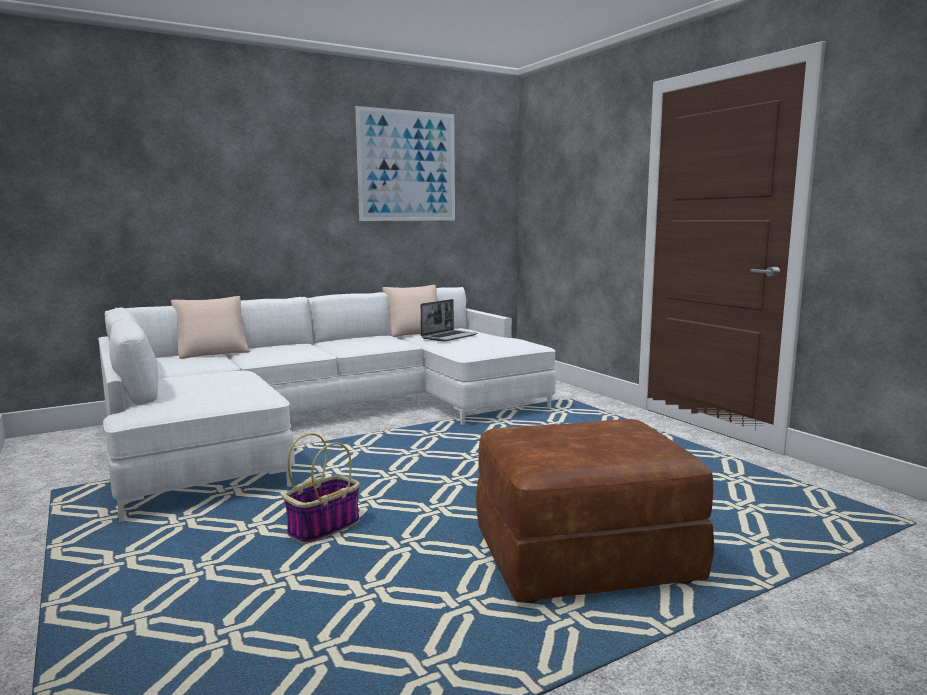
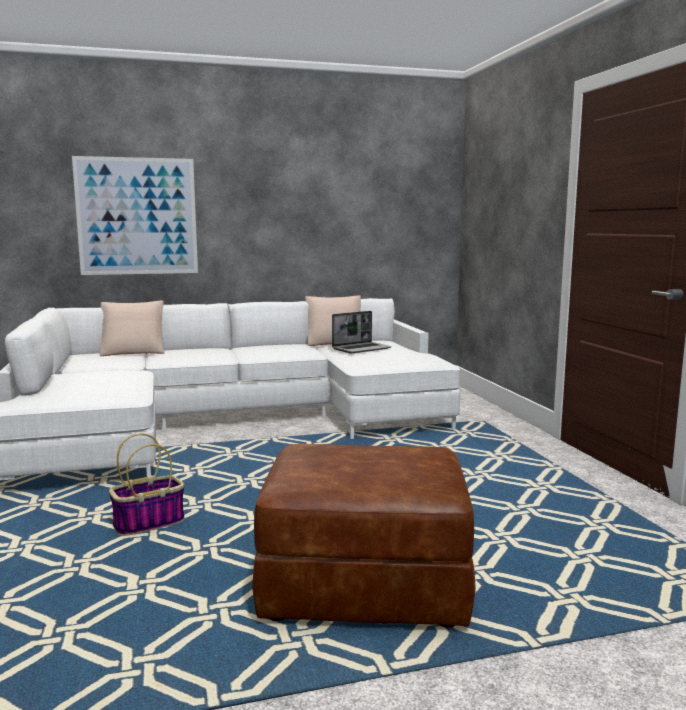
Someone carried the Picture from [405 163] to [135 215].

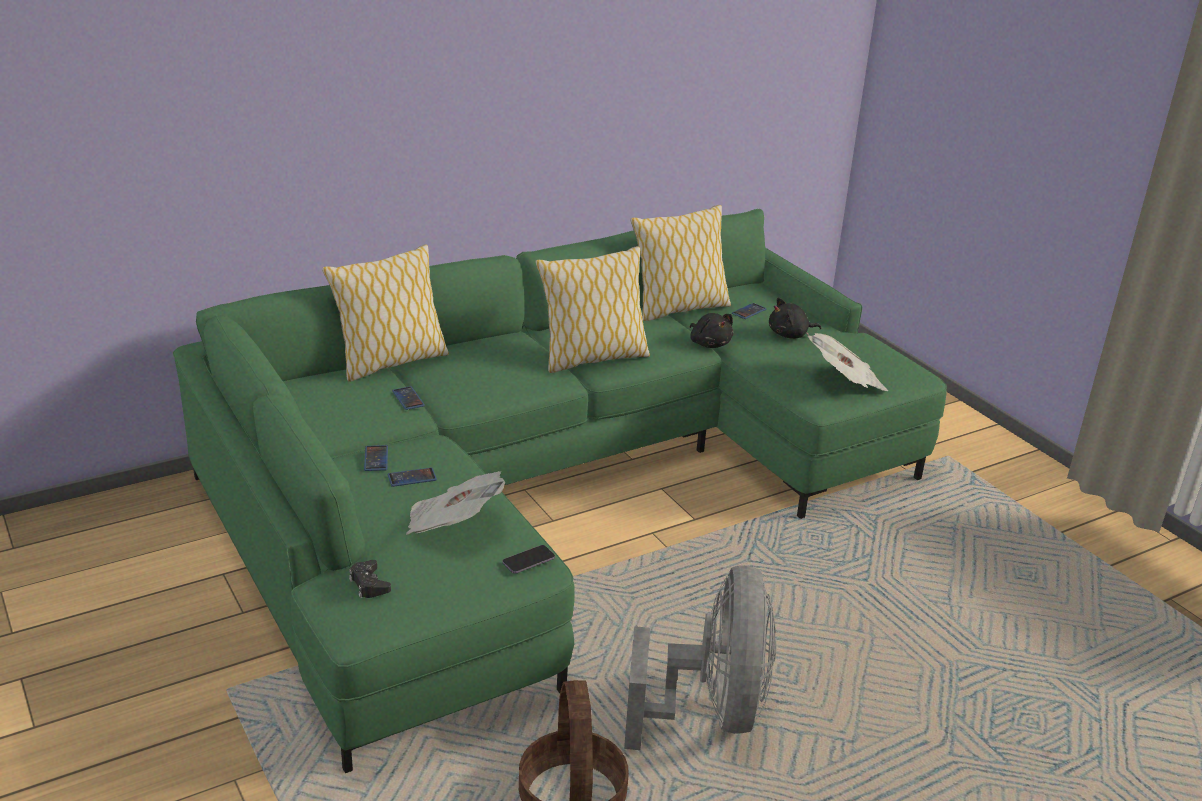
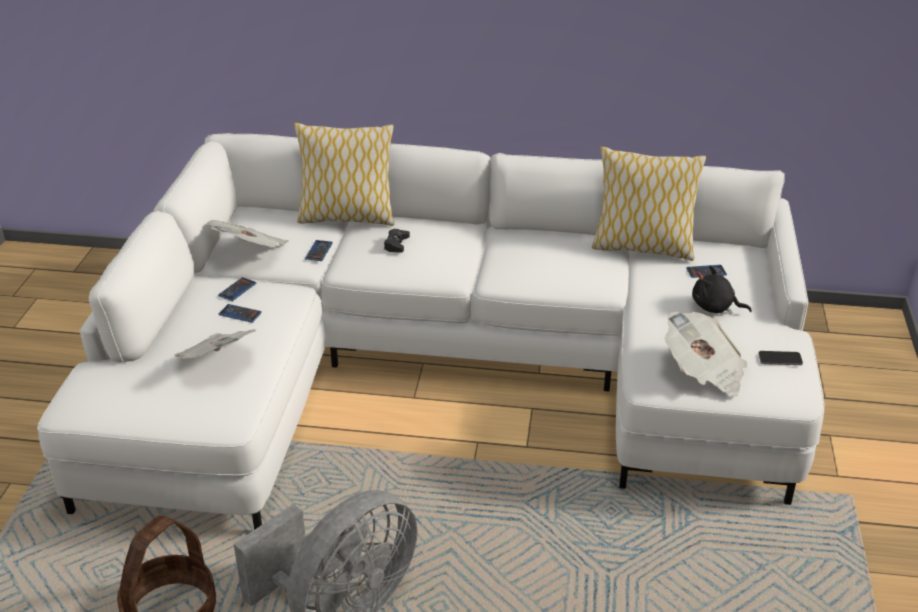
Someone repainted the GreenSofa at [560 491], which became the WhiteSofa at [431 331]. Someone put down the Newspaper at [248 234]. Someone carried the BlackGameController from [370 579] to [397 241]. Someone carried the Phone from [529 559] to [780 358]. Someone took away the Pillow at [593 309]. Someone took away the BlackPlushToy at [711 330].

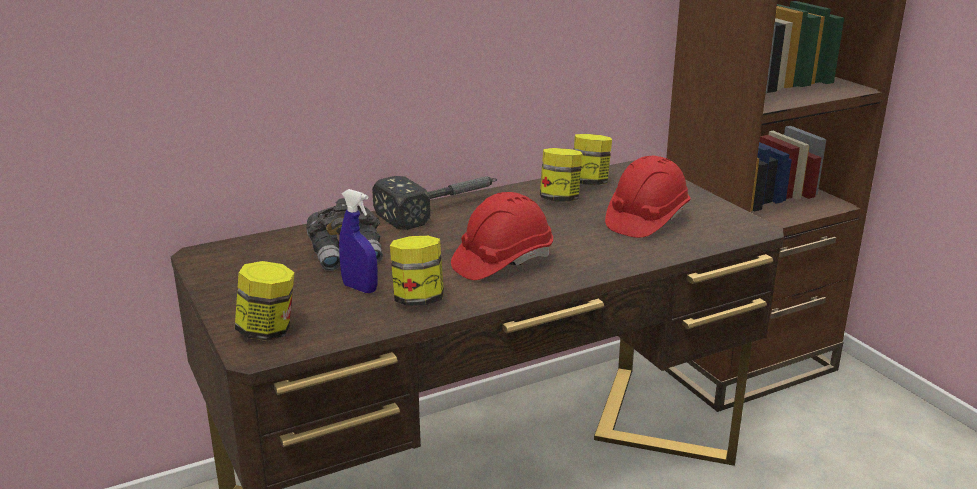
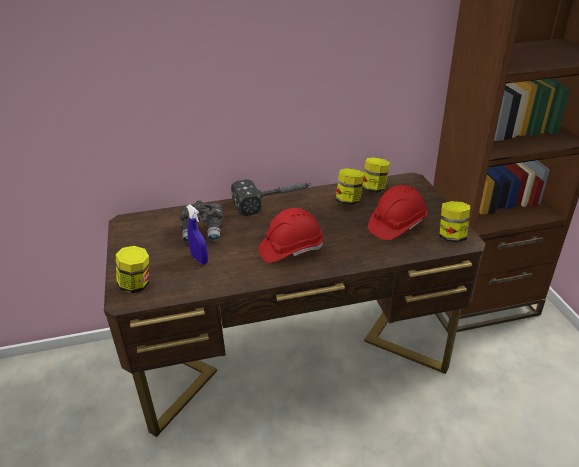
Someone carried the Jar from [417 271] to [454 221].

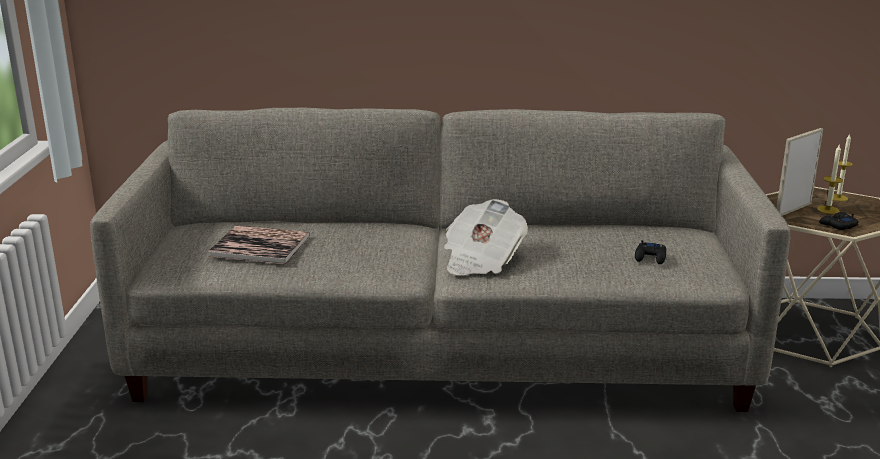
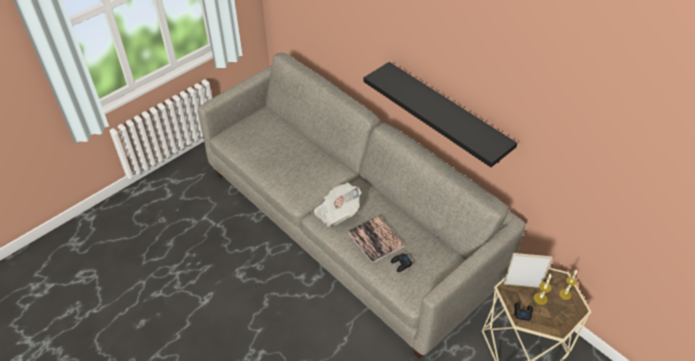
Someone carried the Book from [259 244] to [376 240]. Someone put up the BlackShelf at [440 114].

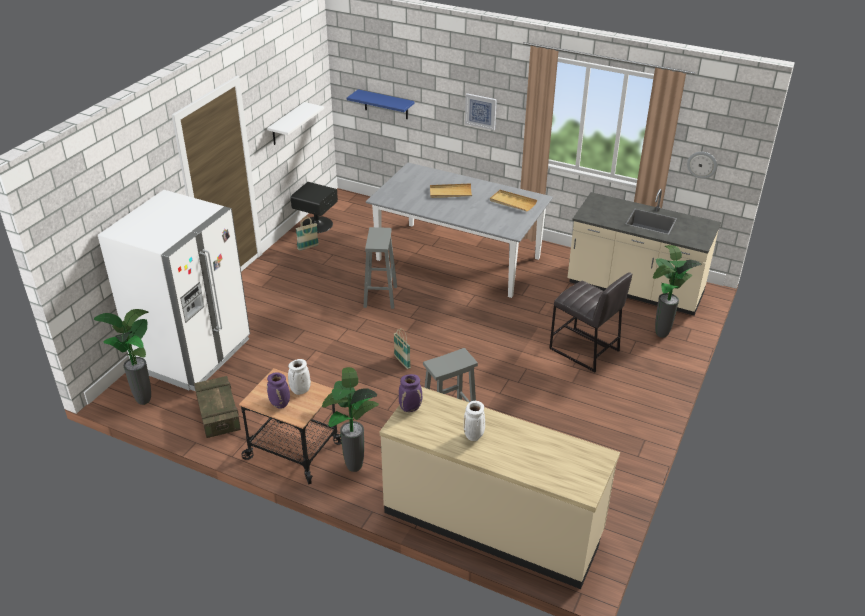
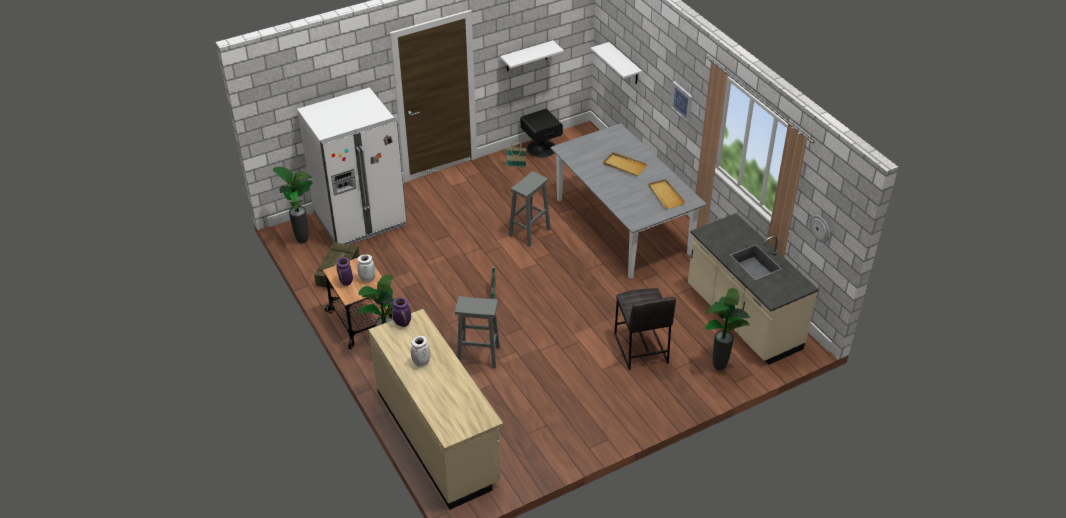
Someone repainted the BlueShelf at [381 104], which became the WhiteShelf at [616 63].

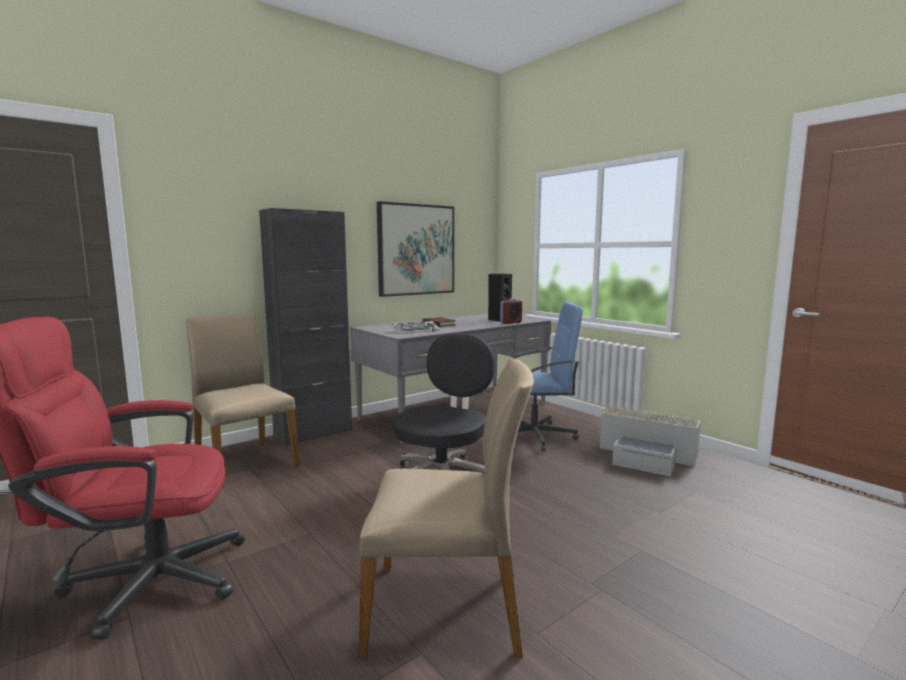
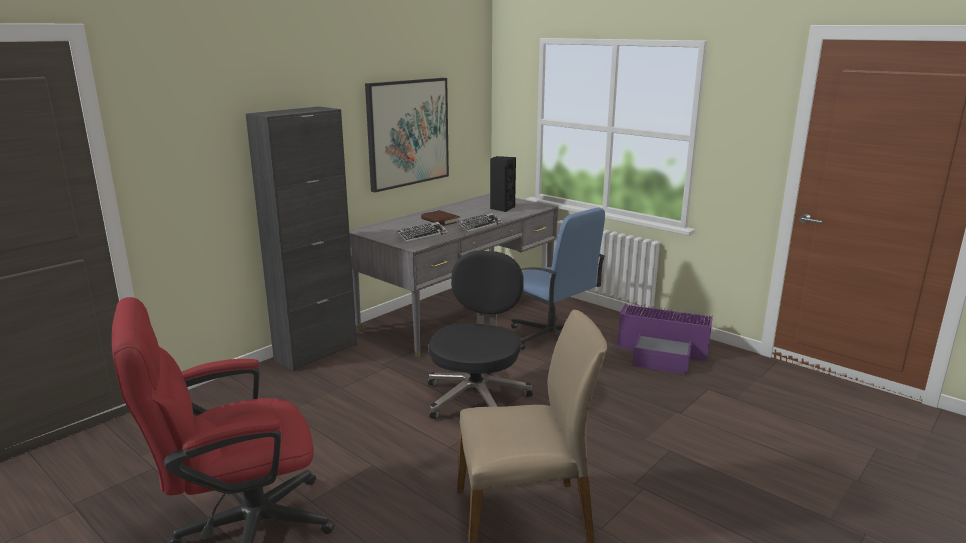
Someone put down the Keyboard at [479 222]. Someone rotated the BlueOfficeChair at [540 377] by 60 degrees clockwise. Someone repainted the GreyStorageBox at [650 441], which became the PurpleStorageBox at [665 339]. Someone took away the BeigeChair at [243 400]. Someone took away the AlarmClock at [511 311].

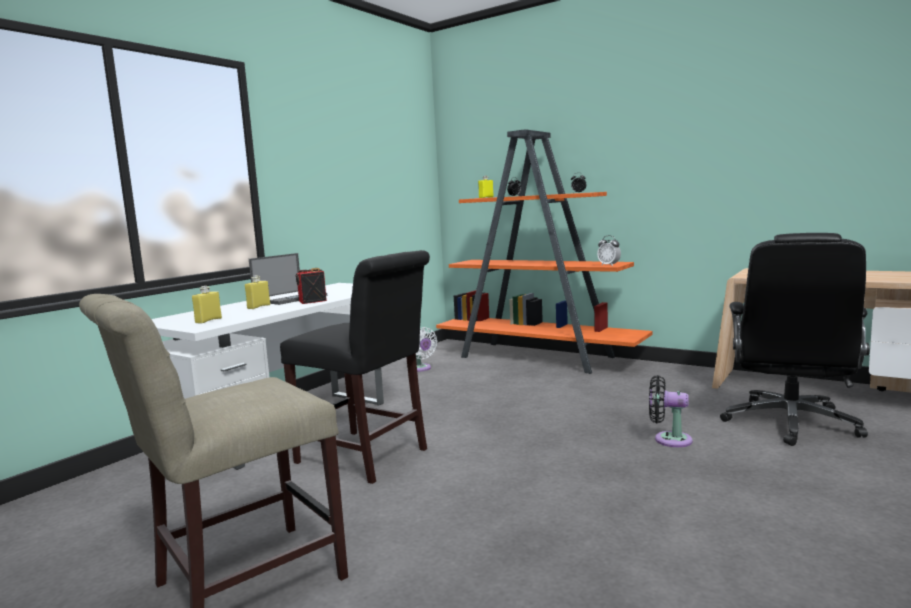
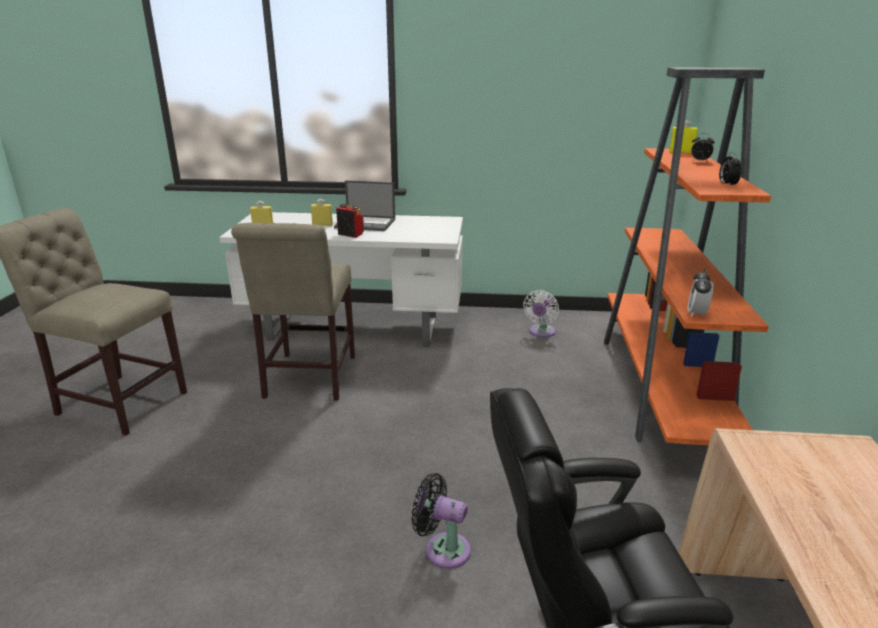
Someone repainted the BlackChair at [355 367], which became the BeigeChair at [293 312]. Someone rotated the BlackFan at [671 411] by 60 degrees counterclockwise.

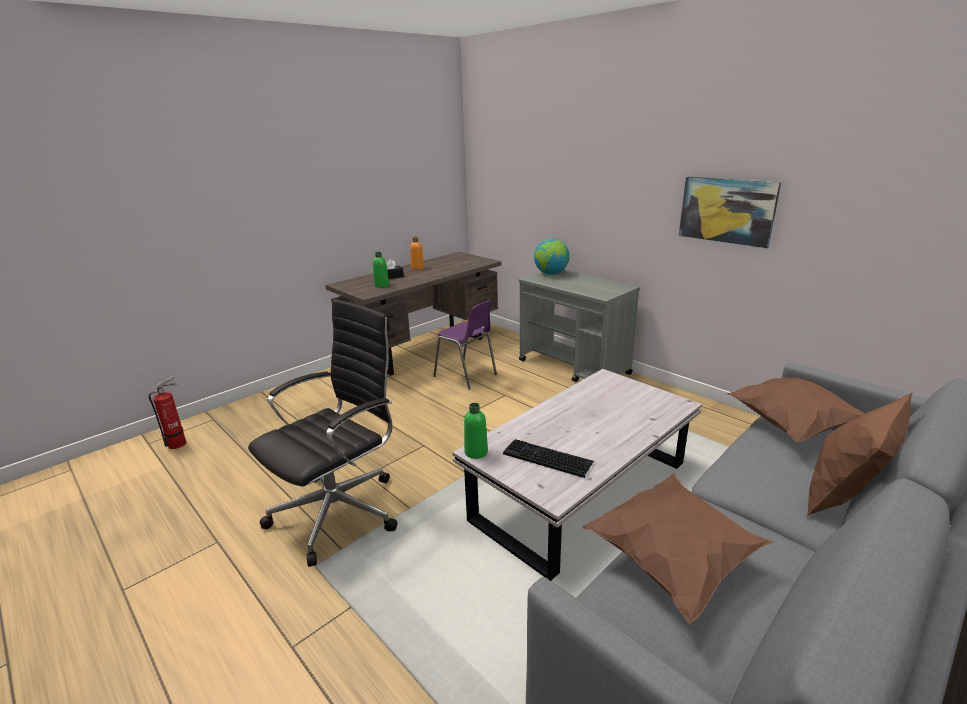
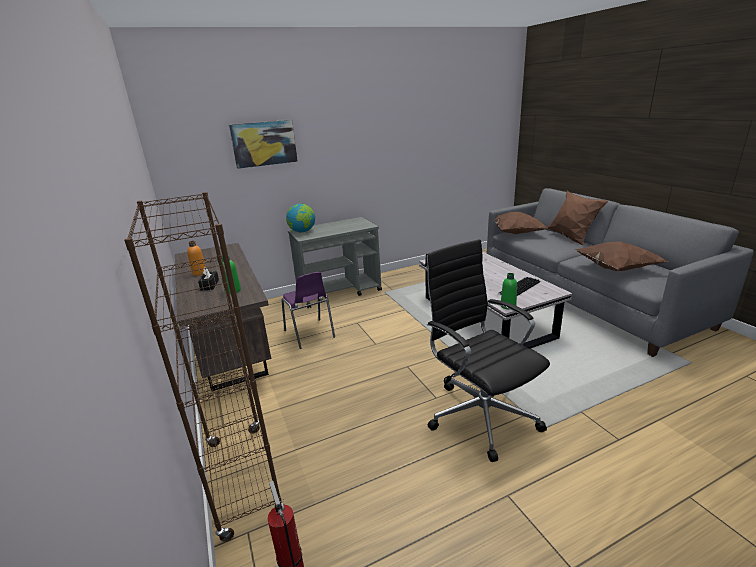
Someone put down the BrownBookcase at [204 367]. Someone carried the Picture from [730 212] to [263 144]. Someone rotated the PurpleChair at [465 344] by 90 degrees clockwise.

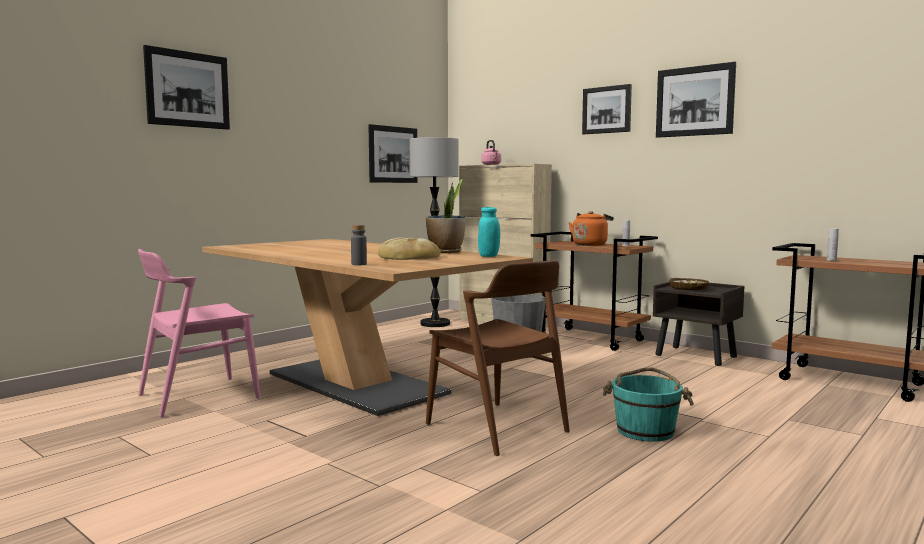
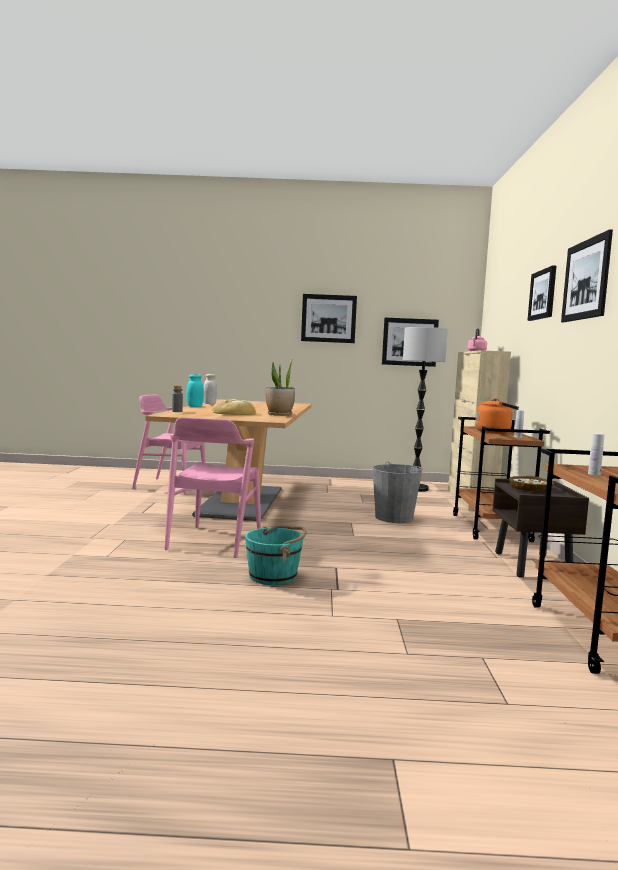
Someone repainted the BrownChair at [498 357], which became the PinkChair at [212 487]. Someone carried the TurquoiseJar from [489 232] to [195 391]. Someone put down the WhiteJar at [210 389]. Someone carried the Picture from [186 87] to [329 318].

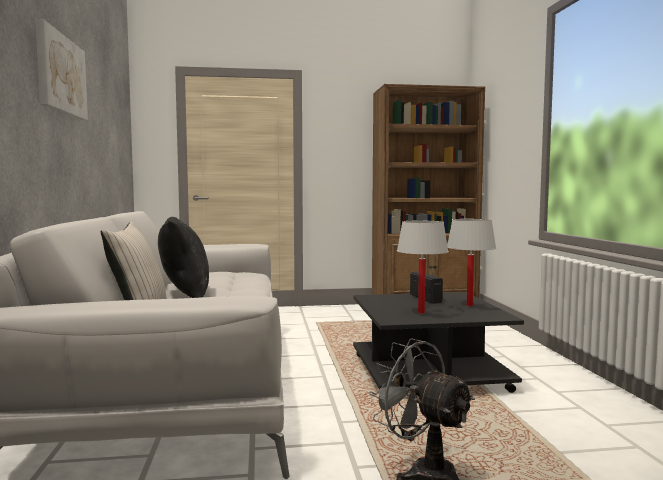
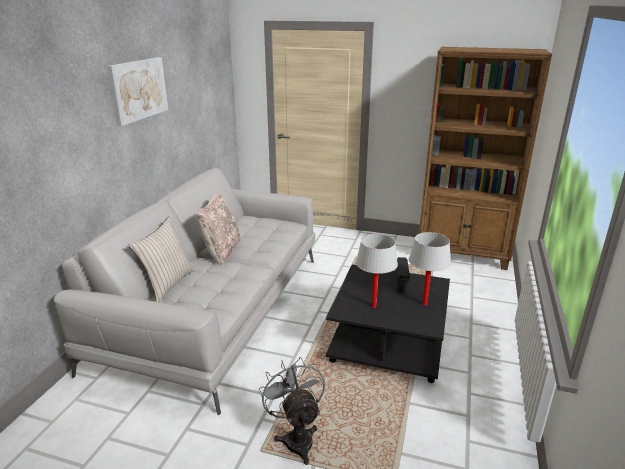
Someone repainted the BlackPillow at [183 257], which became the BeigePillow at [218 229].

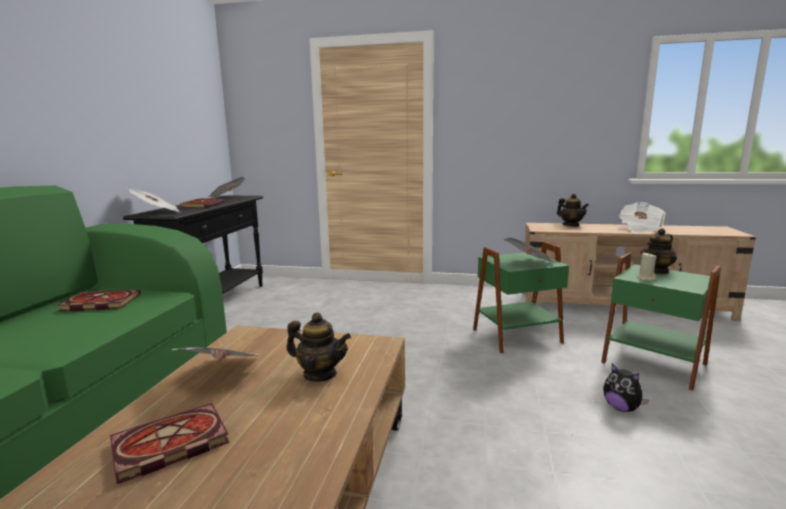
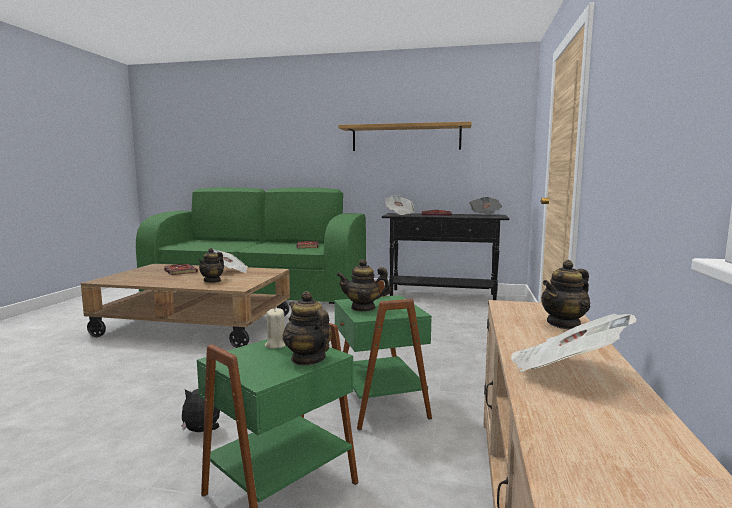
Someone swapped the Newspaper at [529 250] for the Teapot at [364 285]. Someone put up the Shelf at [405 136].

